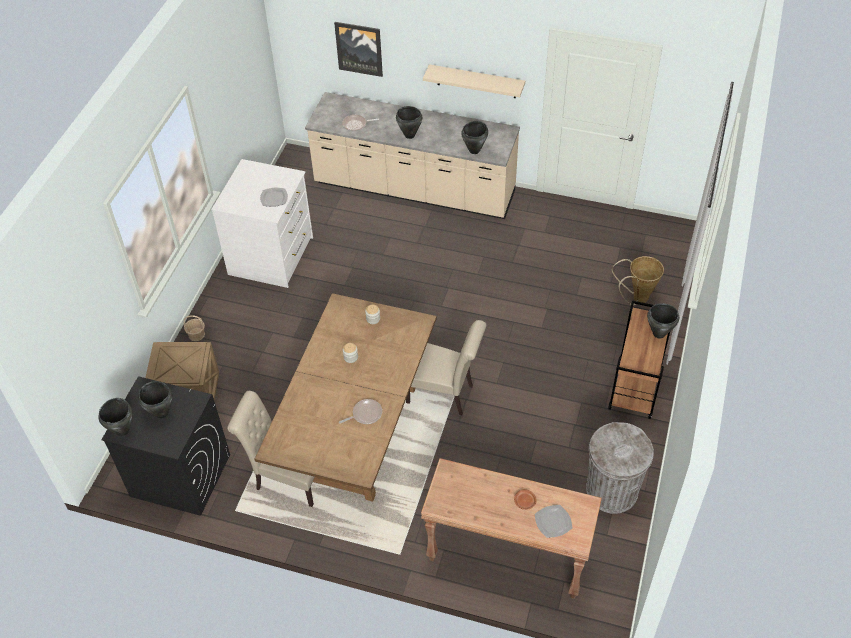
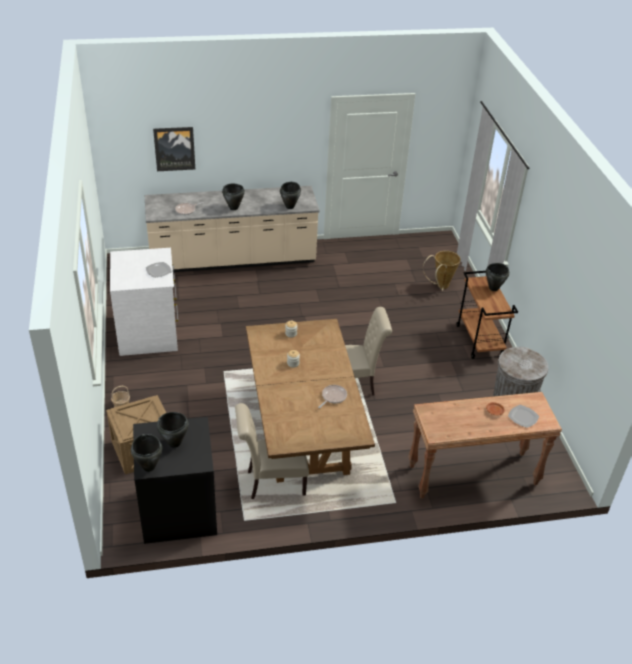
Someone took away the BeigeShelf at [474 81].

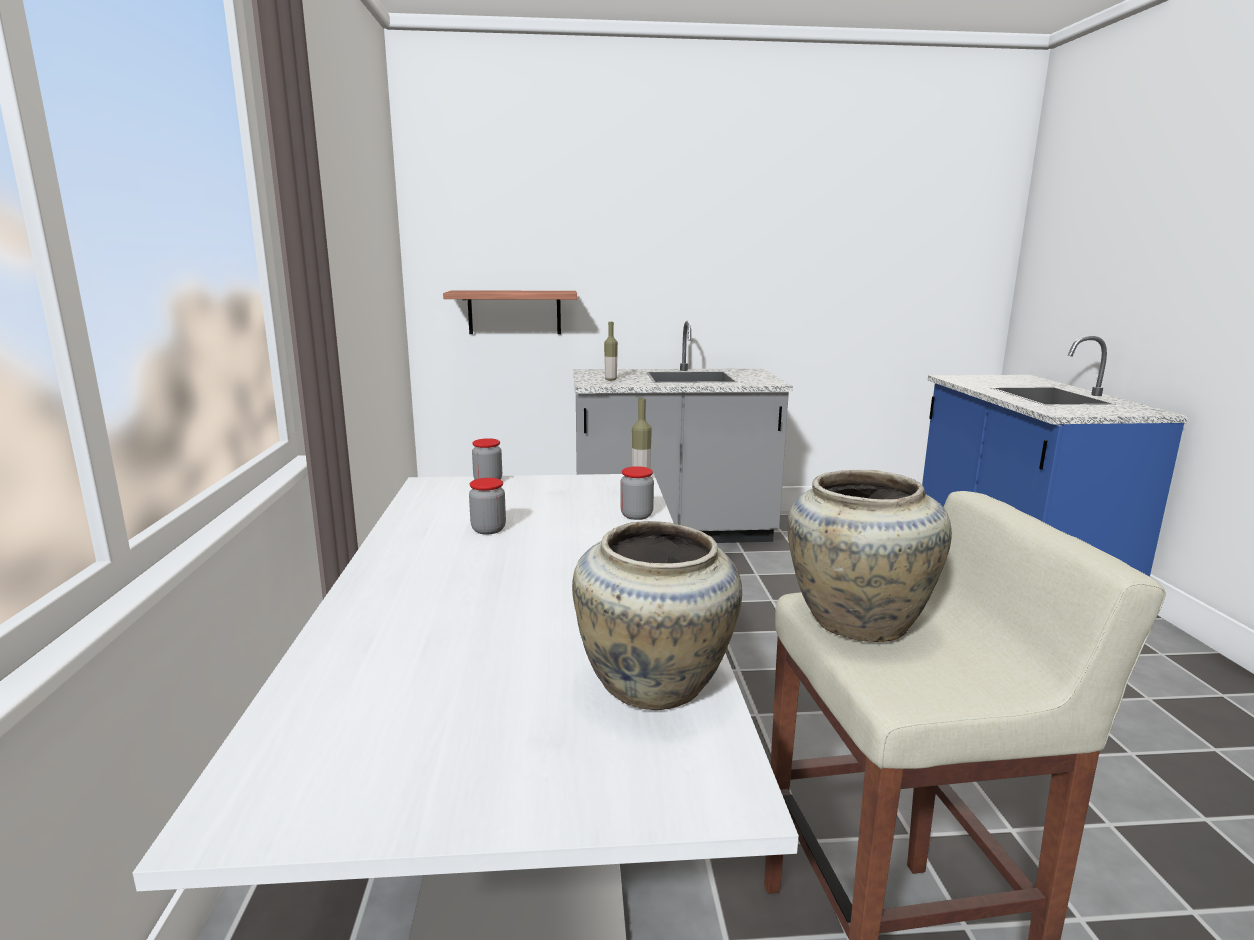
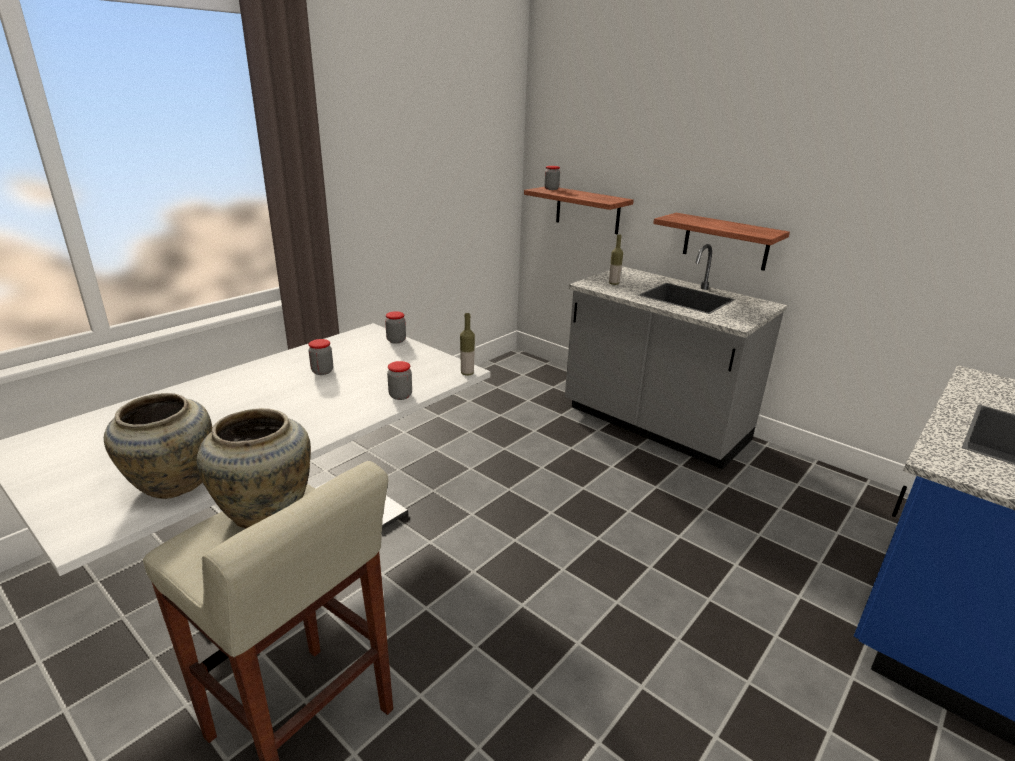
Someone put down the Jar at [552 178]. Someone put up the Shelf at [721 242].

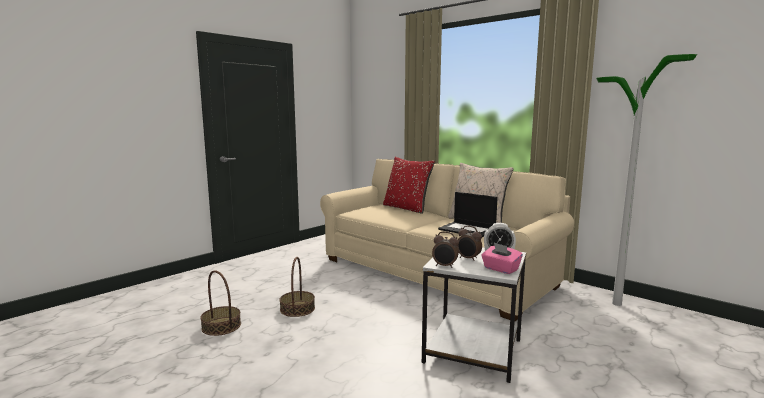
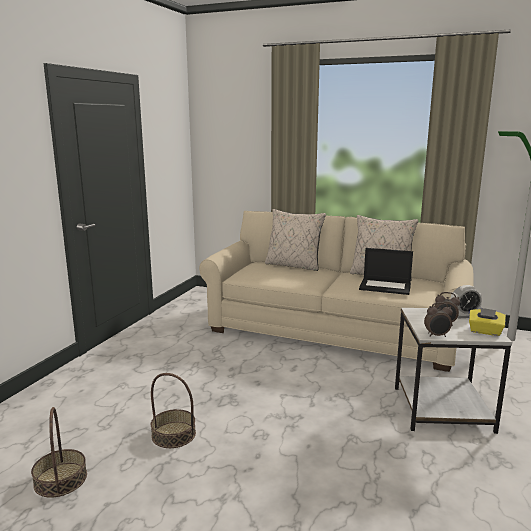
Someone carried the Basket from [297 287] to [59 452]. Someone repainted the RedPillow at [409 185], which became the BeigePillow at [295 240]. Someone repainted the PinkTissueBox at [502 258], which became the YellowTissueBox at [487 322].

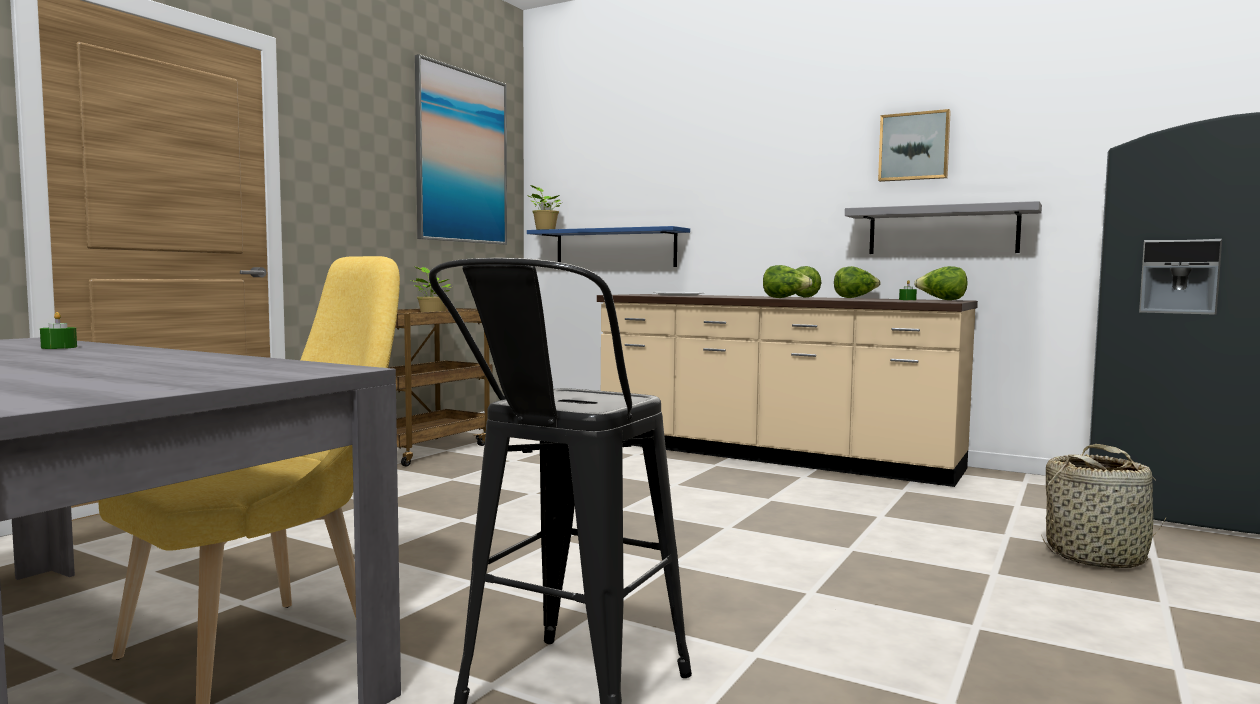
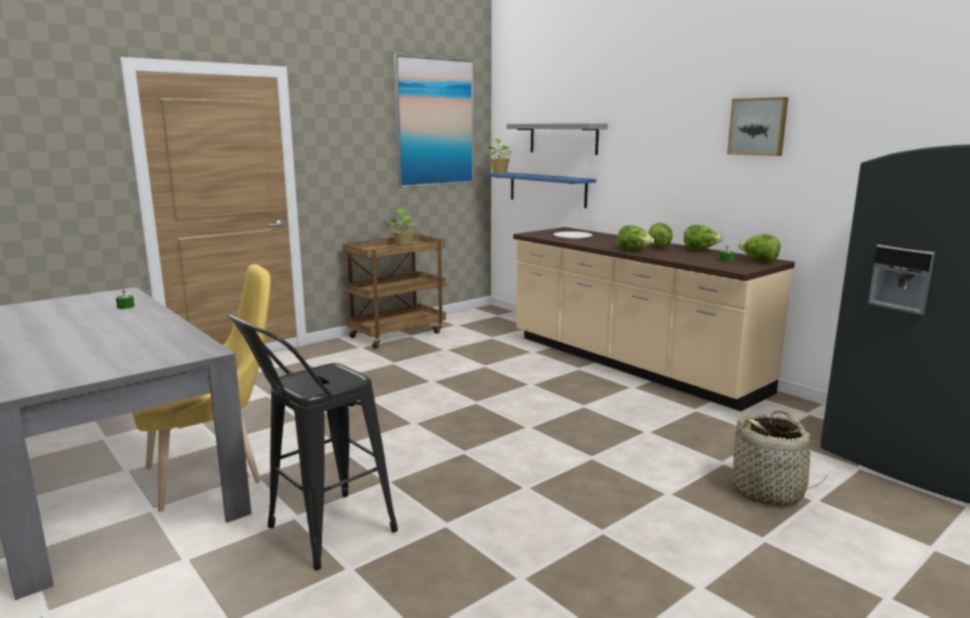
Someone carried the GreyShelf from [943 227] to [557 139].

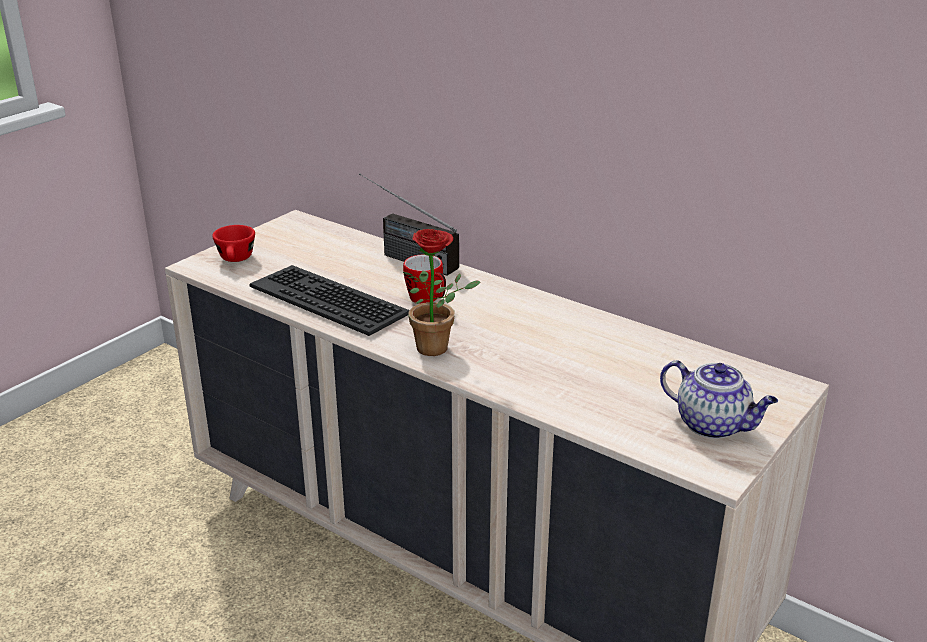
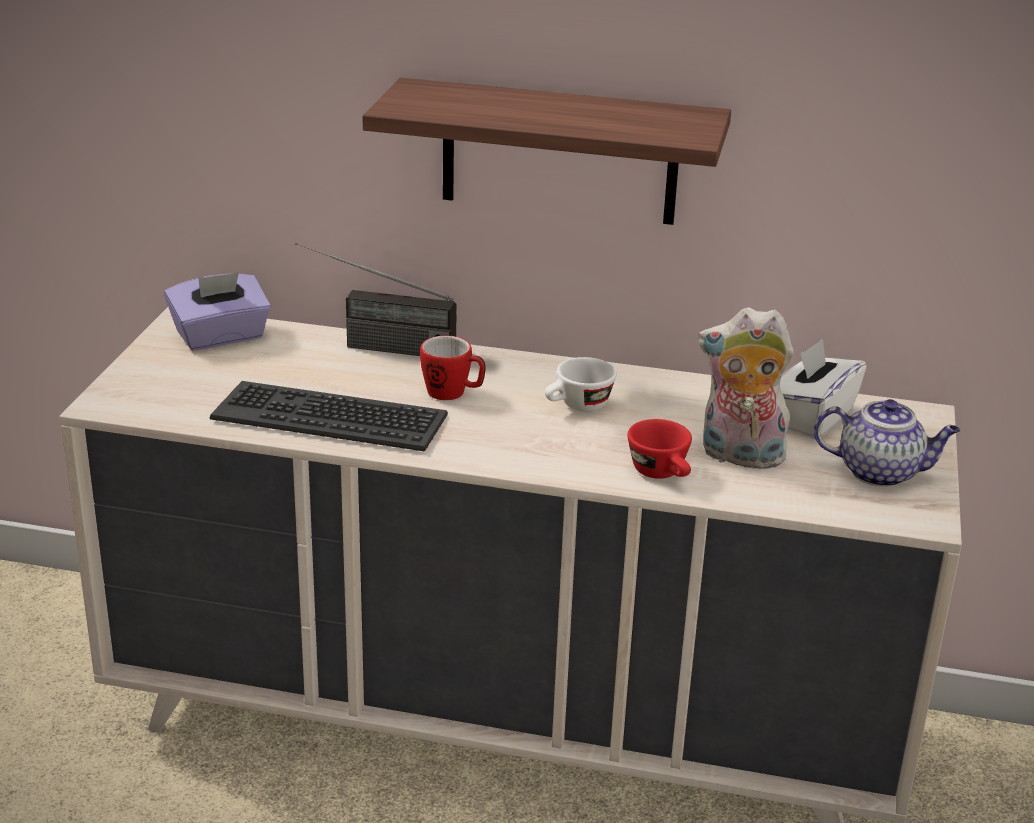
Someone put down the PurpleTissueBox at [217 311]. Someone put up the Shelf at [546 151]. Someone put down the WhiteCup at [580 384]. Someone carried the RedCup from [233 243] to [659 449]. Someone put down the PlushToy at [746 388]. Someone put down the WhiteTissueBox at [823 388]. Someone took away the PottedPlant at [442 292].

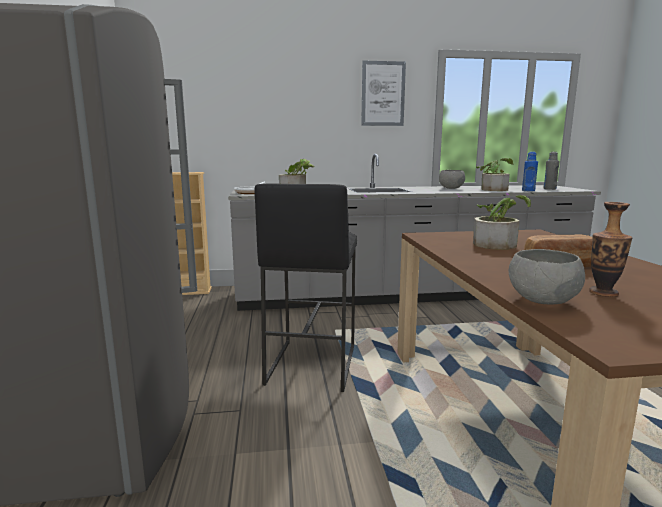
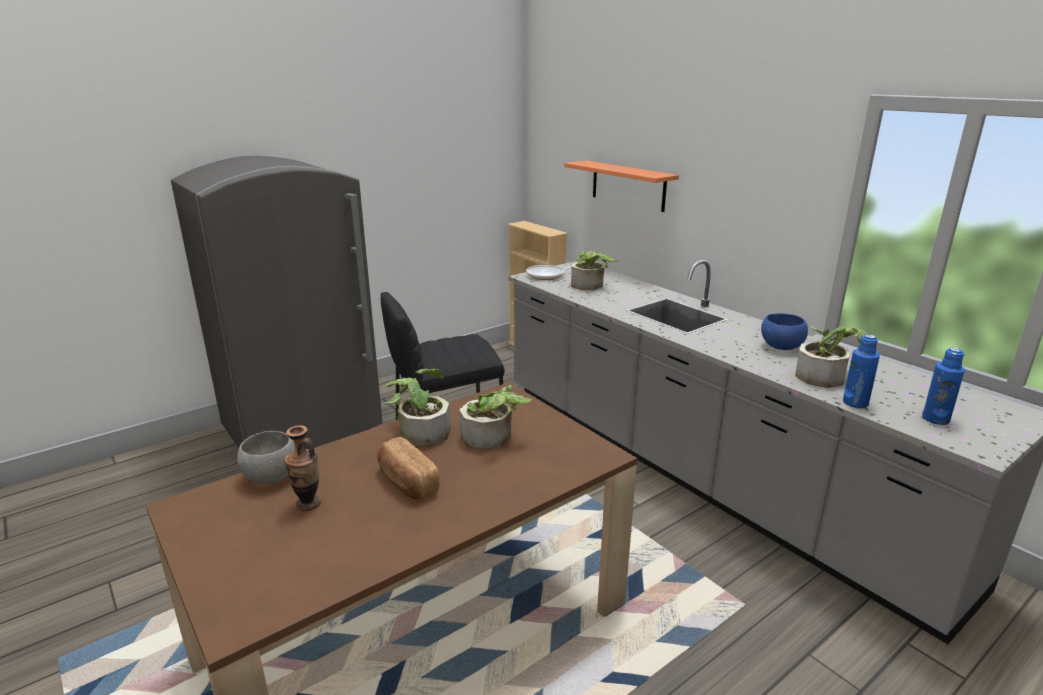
Someone put down the PottedPlant at [418 407]. Someone put up the OrangeShelf at [621 186]. Someone repainted the GreyBowl at [452 179], which became the BlueBowl at [784 331]. Someone repainted the GreyBottle at [551 171], which became the BlueBottle at [943 386]. Someone took away the Picture at [383 93].

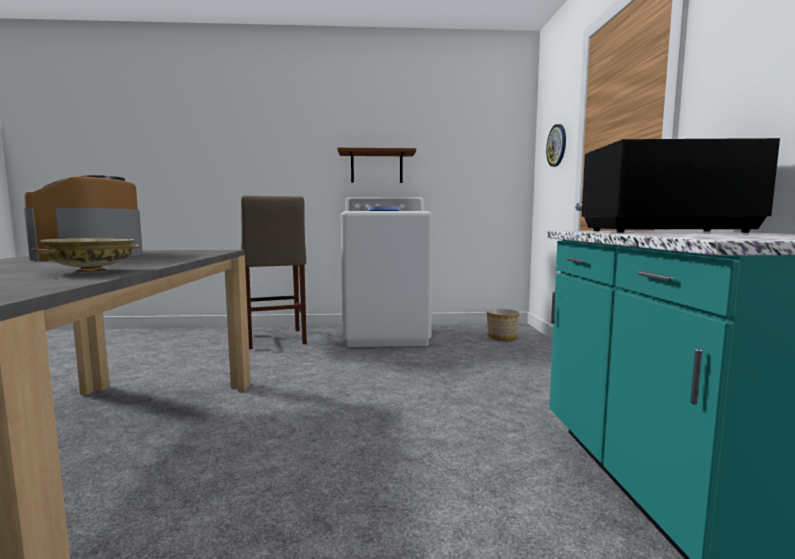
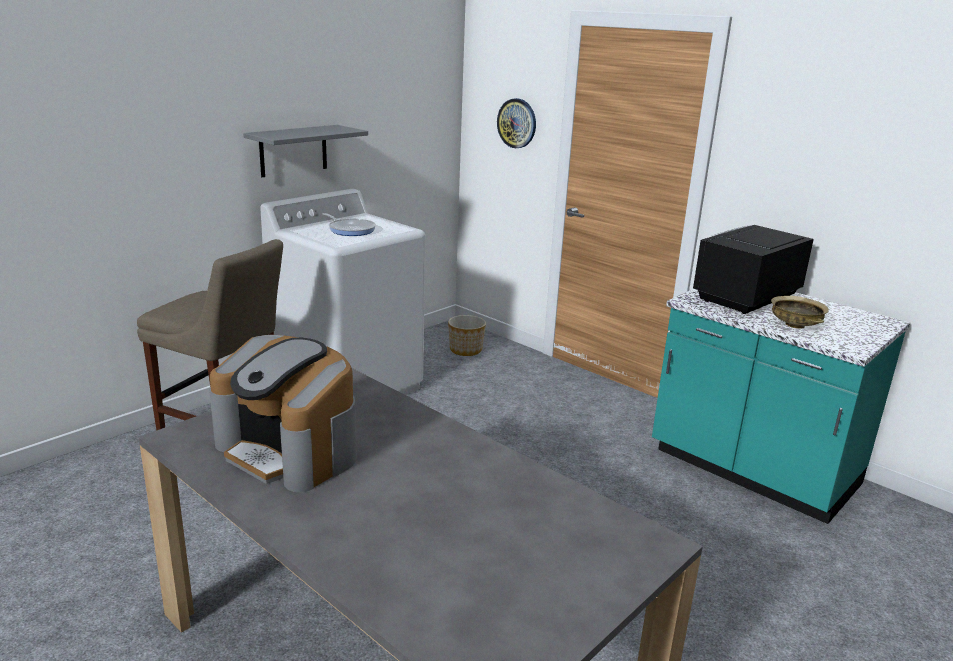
Someone repainted the BrownShelf at [376 165], which became the GreyShelf at [305 151]. Someone carried the BeigeBowl from [86 255] to [800 312].

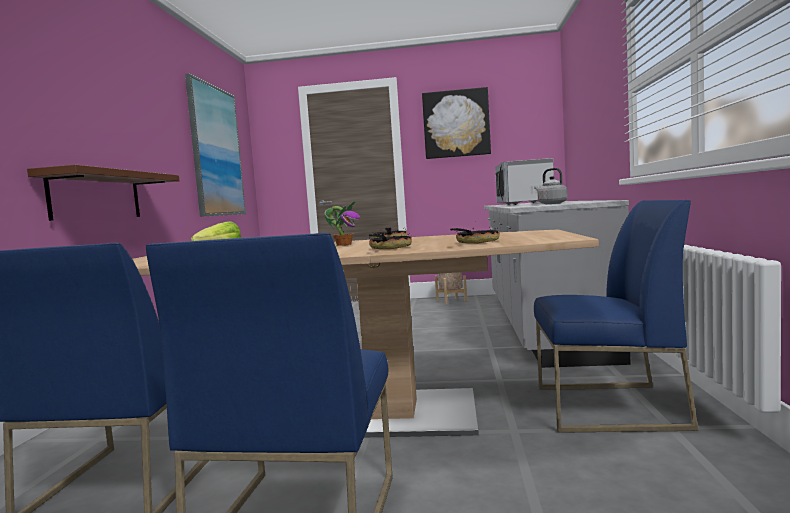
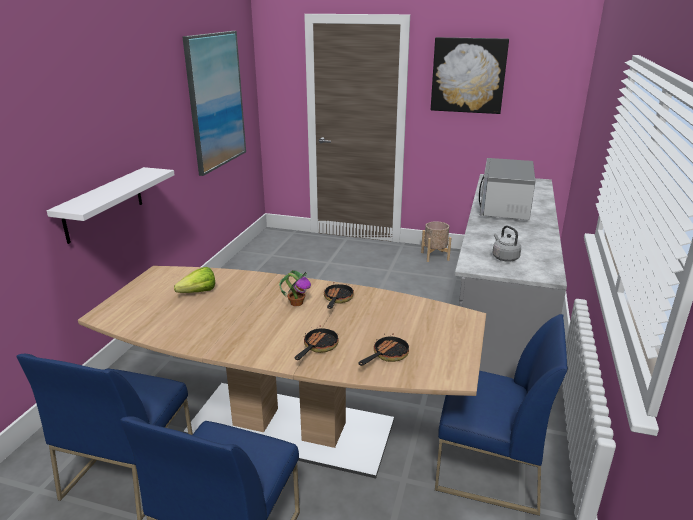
Someone repainted the BrownShelf at [103 193], which became the WhiteShelf at [111 205].

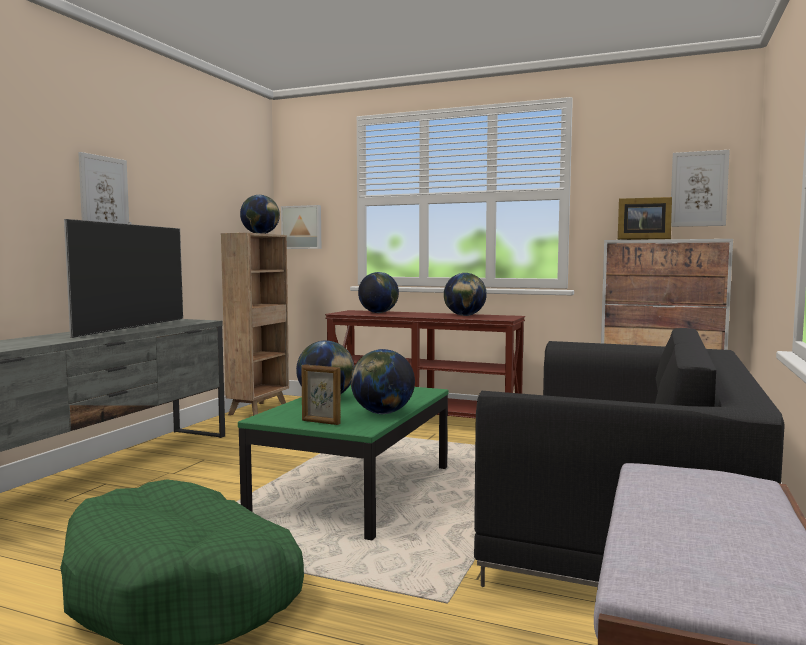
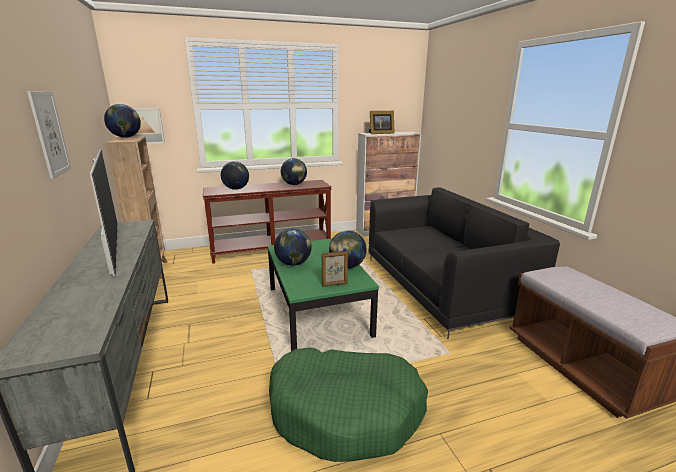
Someone took away the Picture at [700 188].

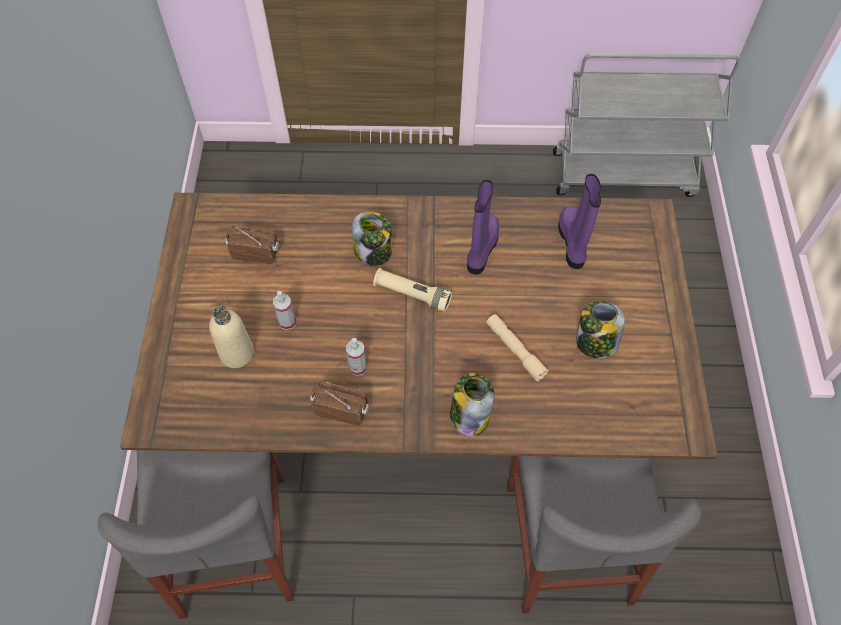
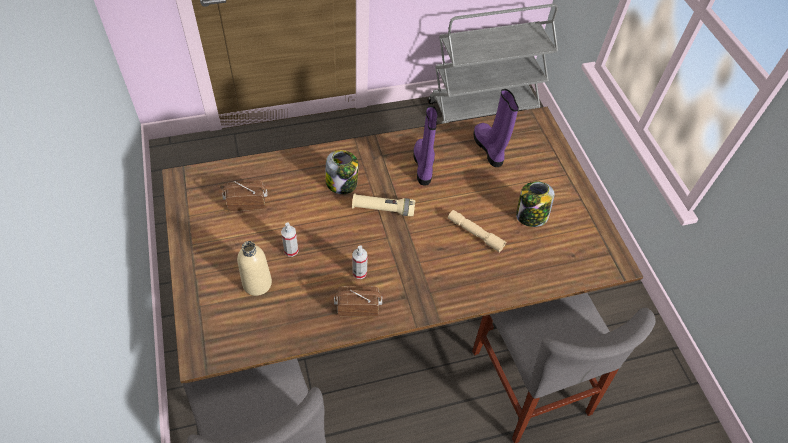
Someone took away the Jar at [472 404].

